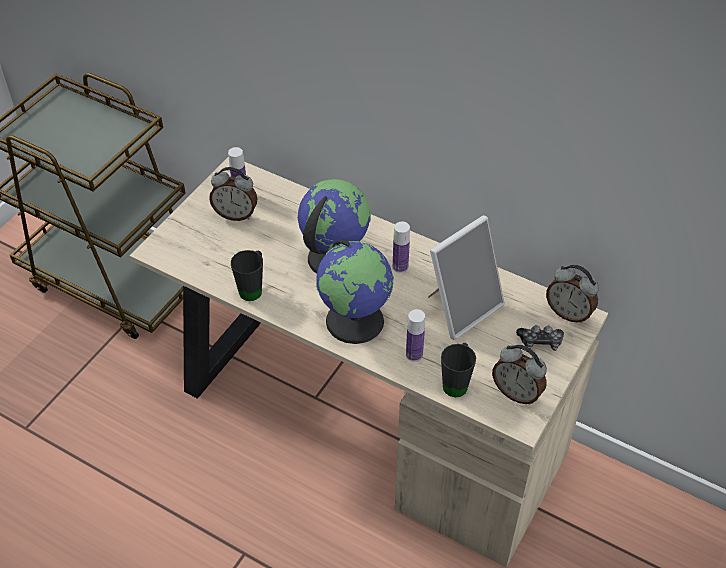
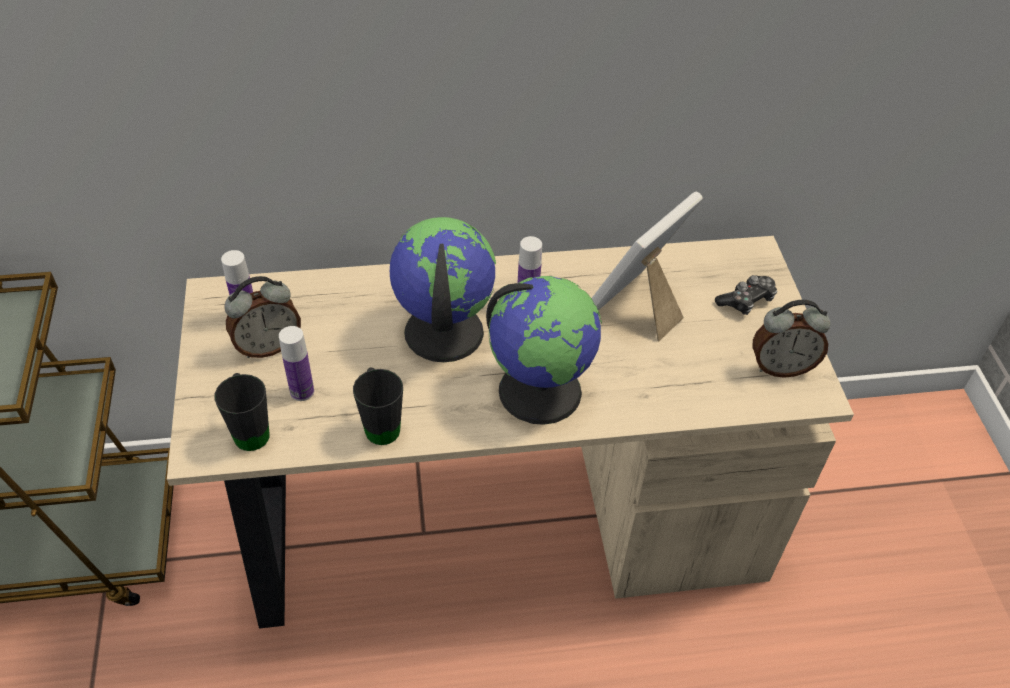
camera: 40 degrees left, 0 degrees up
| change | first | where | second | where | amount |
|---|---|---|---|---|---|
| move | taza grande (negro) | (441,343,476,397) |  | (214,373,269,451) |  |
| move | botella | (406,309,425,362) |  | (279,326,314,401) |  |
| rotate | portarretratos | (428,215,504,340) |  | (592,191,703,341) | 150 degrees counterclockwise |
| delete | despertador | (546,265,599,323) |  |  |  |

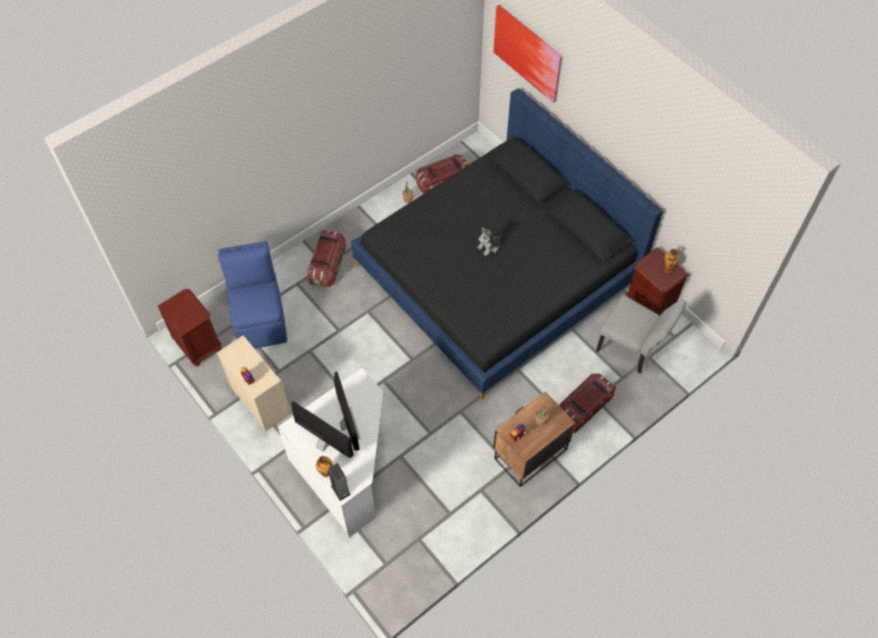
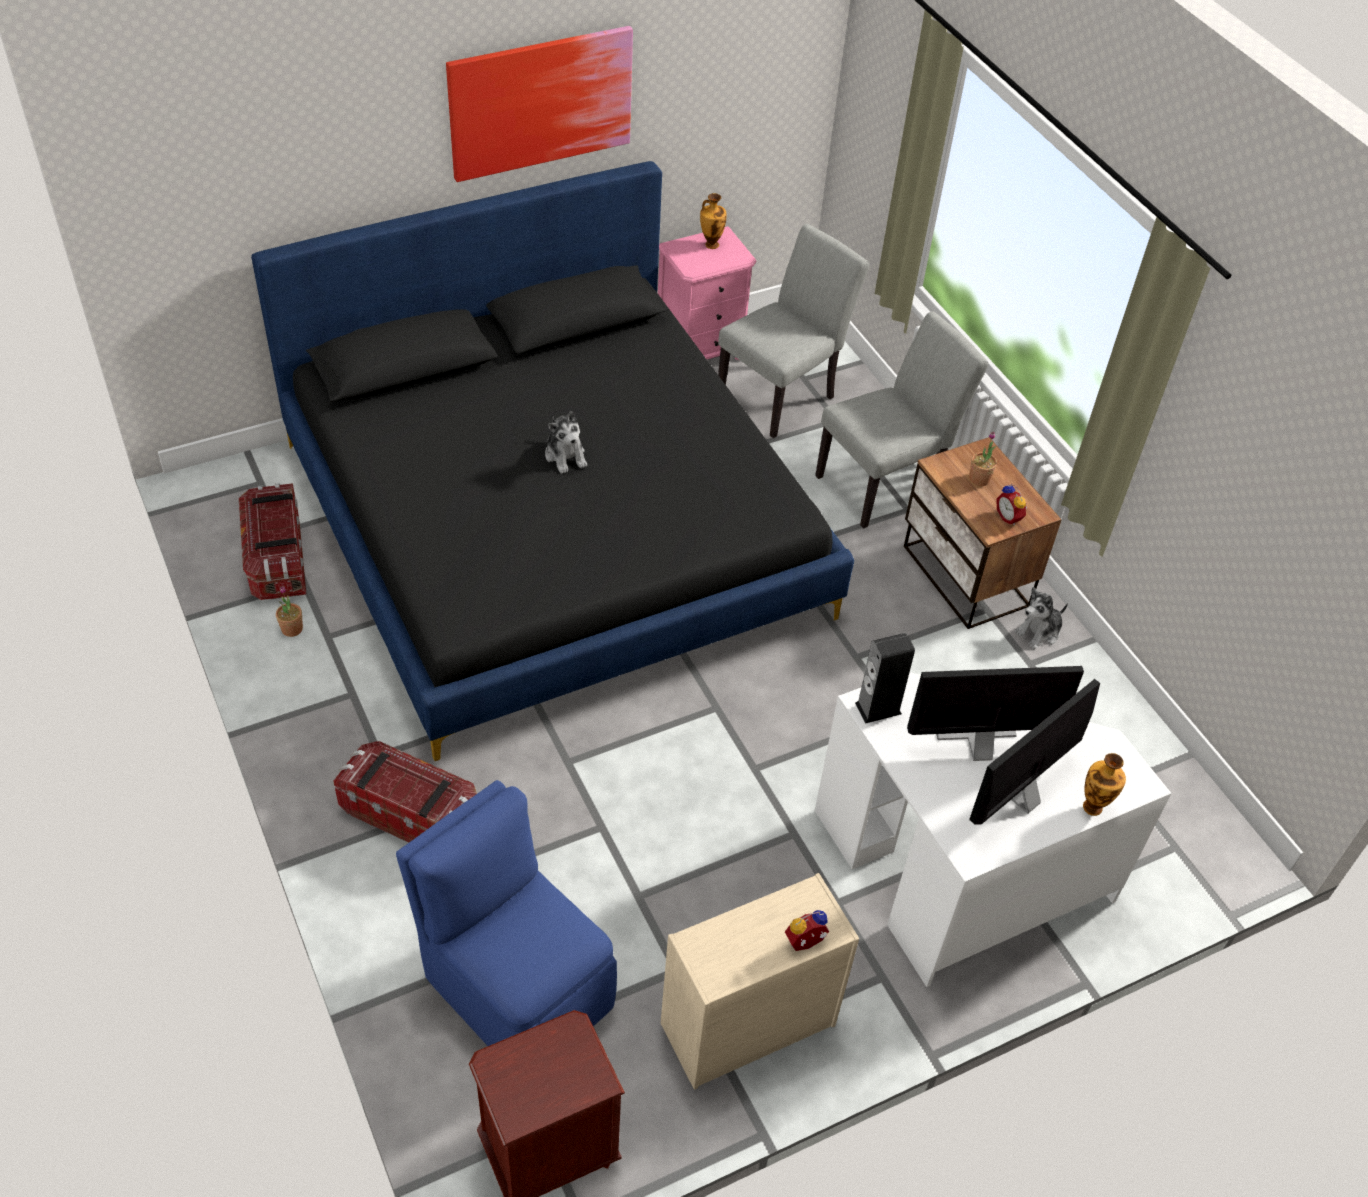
camera: 80 degrees left, 10 degrees down
| change | first | where | second | where | amount |
|---|---|---|---|---|---|
| rotate | silla (azul) | (218,241,287,349) |  | (396,780,617,1046) | 45 degrees clockwise |
| move | cuadro | (494,5,562,103) |  | (446,26,633,182) |  |
| recolor | mesita de noche (marrón) | (625,247,689,316) | mesita de noche (rosa) | (658,226,757,360) |  |
| replace | caja de almacenaje | (560,374,616,433) | silla (gris) | (815,311,988,529) |  |
| move | altavoz | (328,463,351,501) |  | (855,633,915,724) |  |
| insert |  |  | peluche | (1015,587,1068,649) |  |

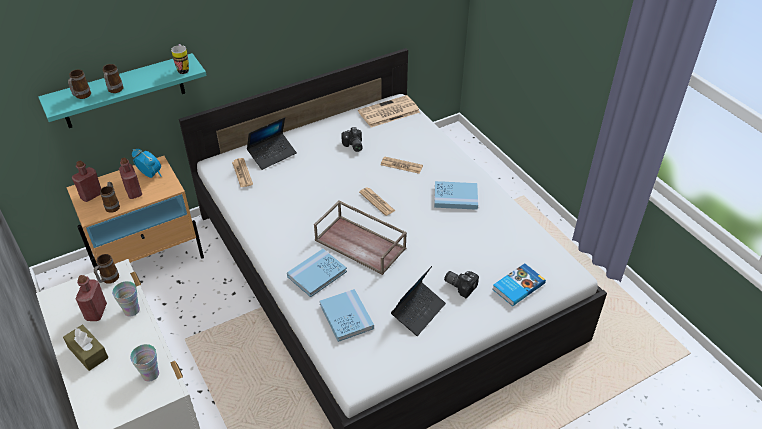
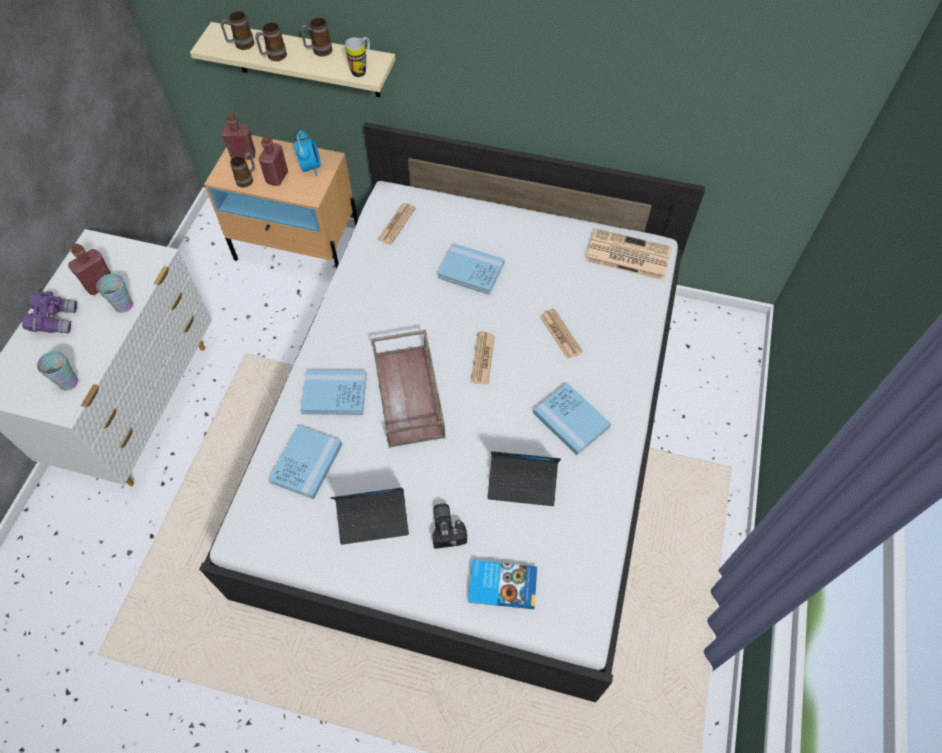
camera: 45 degrees right, 15 degrees up
| change | first | where | second | where | amount |
|---|---|---|---|---|---|
| replace | caja de pañuelos (marrón) | (63,325,109,371) | prismáticos (morado) | (22,291,77,333) |  |
| recolor | estante (turquesa) | (38,53,207,128) | estante (beis) | (190,22,396,97) |  |
| move | taza grande | (94,254,119,284) |  | (301,17,333,57) |  |
| insert |  |  | libro (azul) | (437,243,505,295) |  |
| move | portátil | (247,117,297,170) |  | (488,451,561,506) |  |
| delete | cámara | (341,127,363,152) |  |  |  |

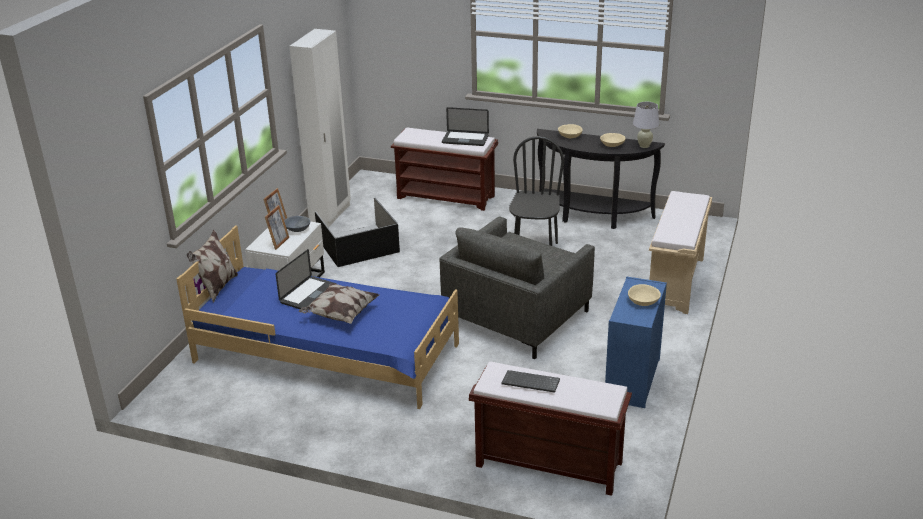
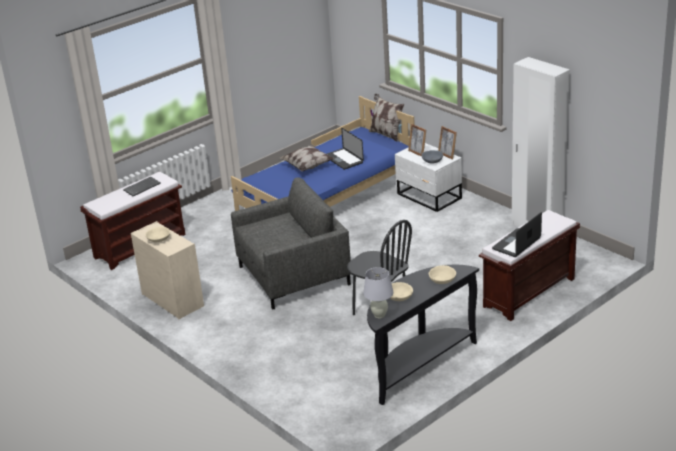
camera: 120 degrees right, 0 degrees up
| change | first | where | second | where | amount |
|---|---|---|---|---|---|
| recolor | cómoda (azul) | (605,277,667,408) | cómoda (beis) | (131,221,204,319) |  |
| rotate | sillón (gris) | (439,217,595,359) |  | (231,177,351,310) | 90 degrees clockwise |
| delete | caja de almacenaje (negro) | (315,198,400,267) |  |  |  |
| delete | banco (beis) | (649,191,712,314) |  |  |  |

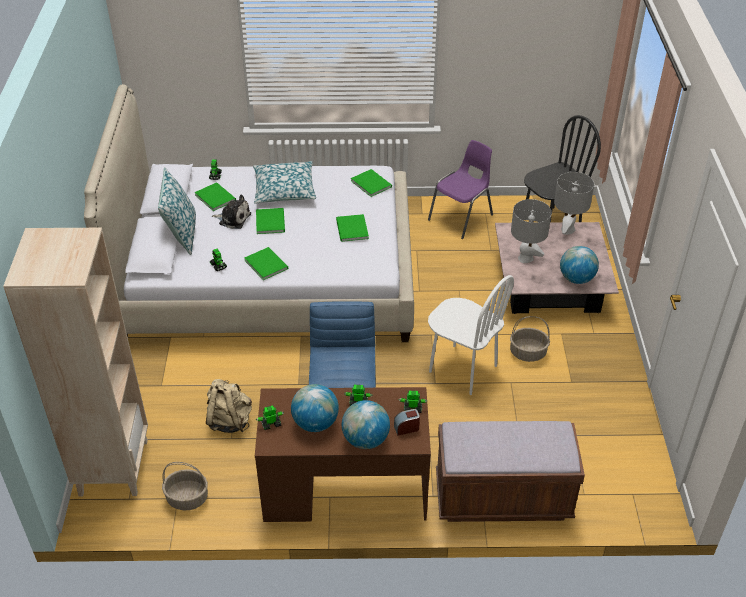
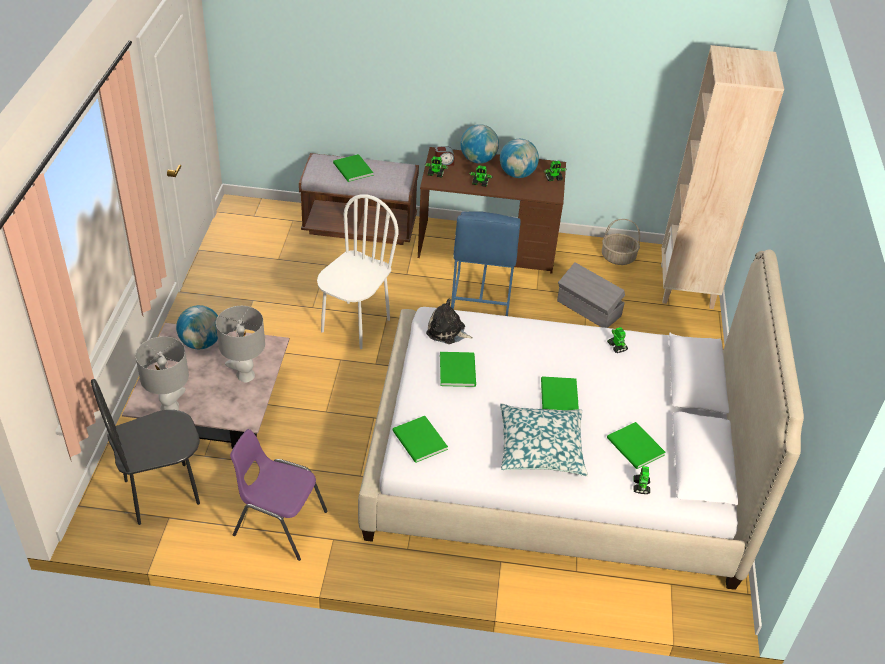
camera: 175 degrees left, 0 degrees up
| change | first | where | second | where | amount |
|---|---|---|---|---|---|
| rotate | silla (morado) | (428,140,493,239) |  | (230,429,328,561) | 60 degrees clockwise |
| rotate | silla (blanco) | (428,275,514,395) |  | (317,194,398,349) | 75 degrees clockwise |
| move | libro (verde) | (244,247,288,280) |  | (333,154,374,182) |  |
| move | peluche | (212,194,251,229) |  | (426,299,473,344) |  |
| replace | mochila (beis) | (206,379,252,433) | caja de almacenaje (gris) | (557,262,625,328) |  |
| delete | cojín | (158,167,196,255) |  |  |  |
| delete | cesta | (510,316,550,362) |  |  |  |

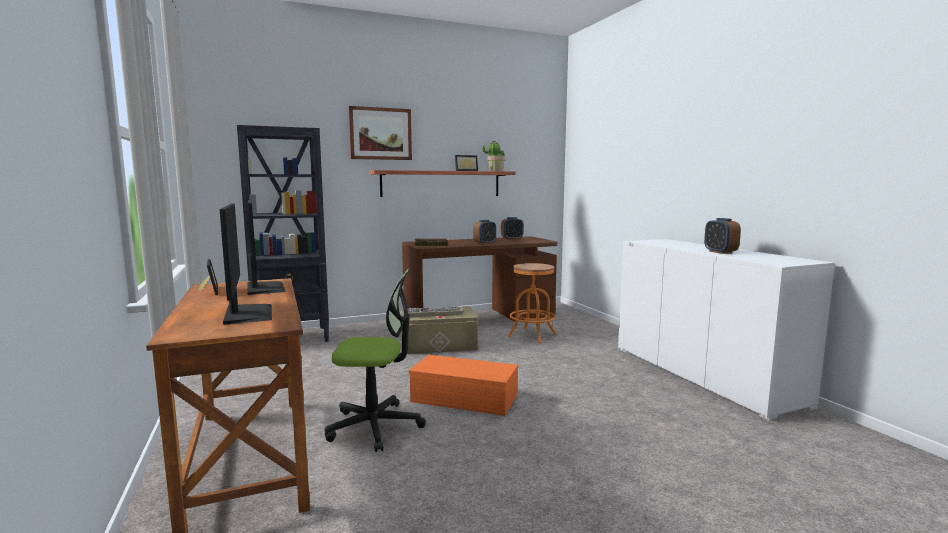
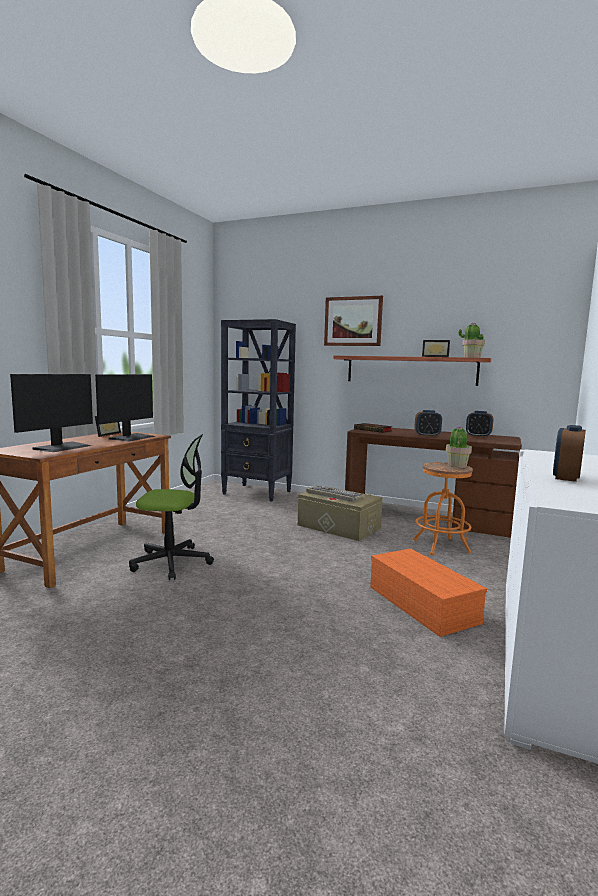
camera: 45 degrees right, 0 degrees up
| change | first | where | second | where | amount |
|---|---|---|---|---|---|
| rotate | silla de oficina | (324,269,426,452) |  | (129,434,214,580) | 45 degrees counterclockwise |
| move | caja de almacenaje (naranja) | (409,355,518,416) |  | (370,548,487,637) |  |
| insert |  |  | planta en maceta | (446,426,472,468) |  |

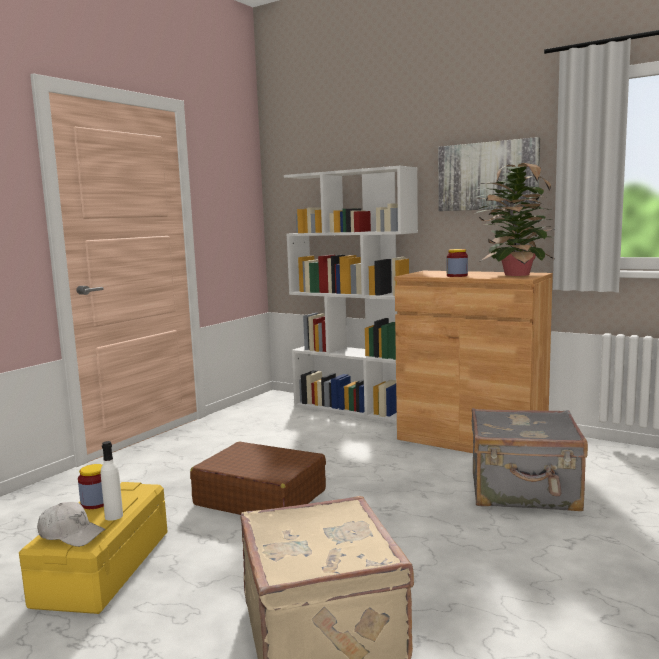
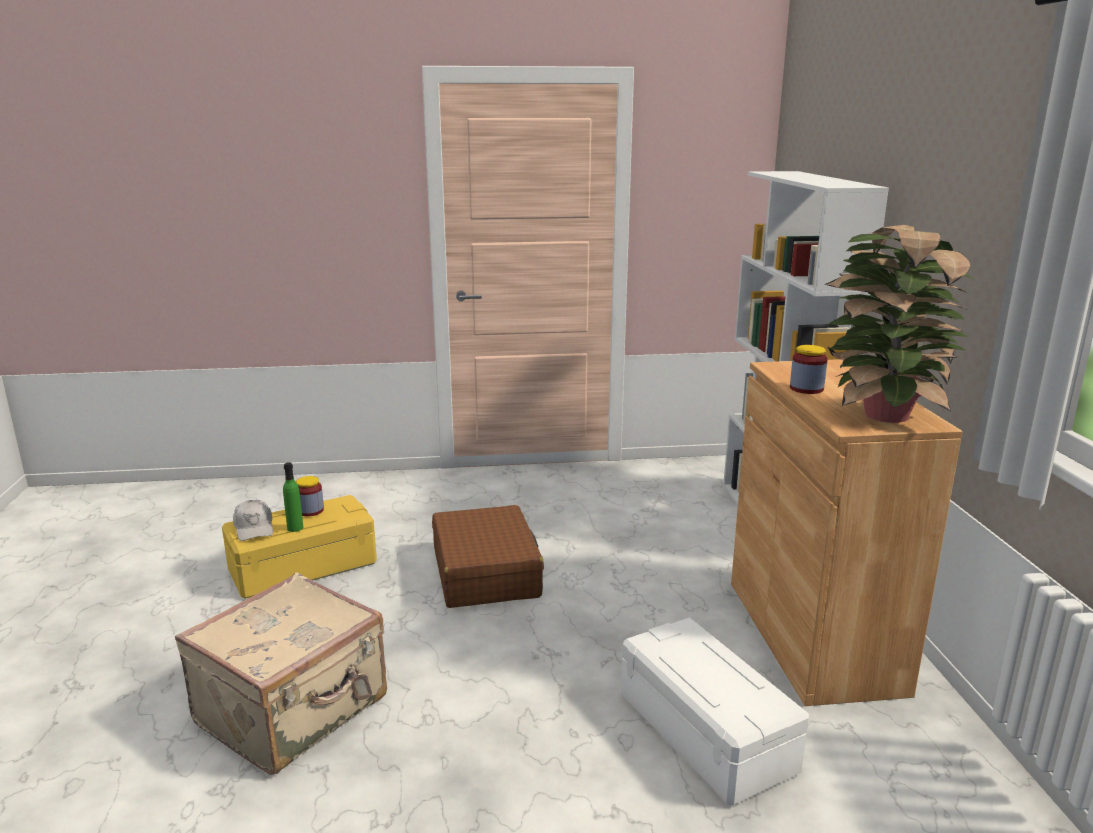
camera: 50 degrees right, 10 degrees up
| change | first | where | second | where | amount |
|---|---|---|---|---|---|
| recolor | botella (blanco) | (101,441,123,521) | botella (verde) | (283,462,303,532) |  |
| replace | maleta (gris) | (472,408,588,511) | caja de almacenaje (blanco) | (621,617,809,805) |  |
| delete | cuadro | (438,137,540,211) |  |  |  |

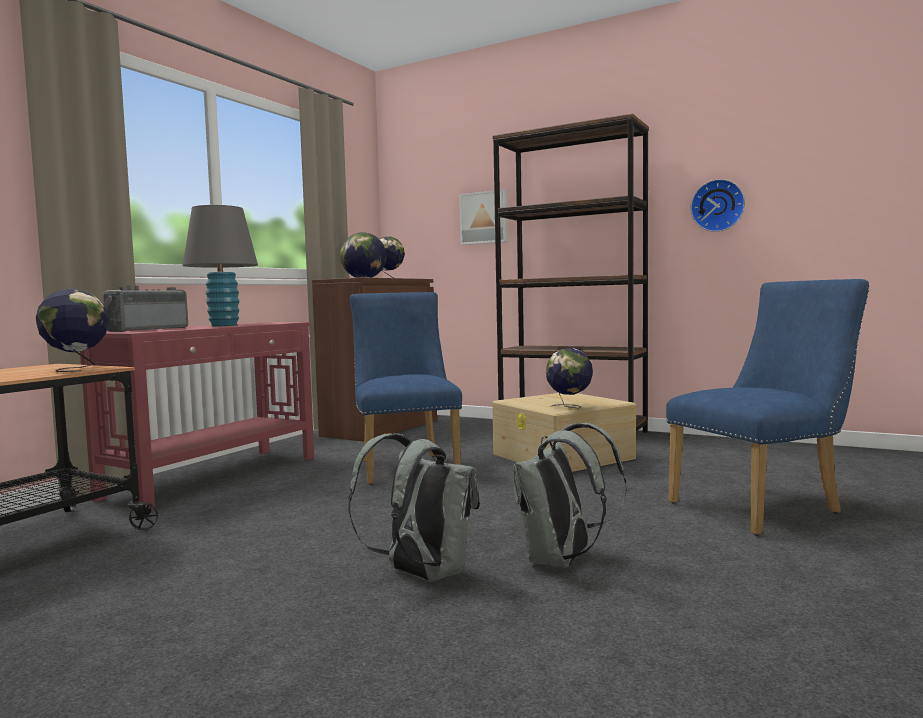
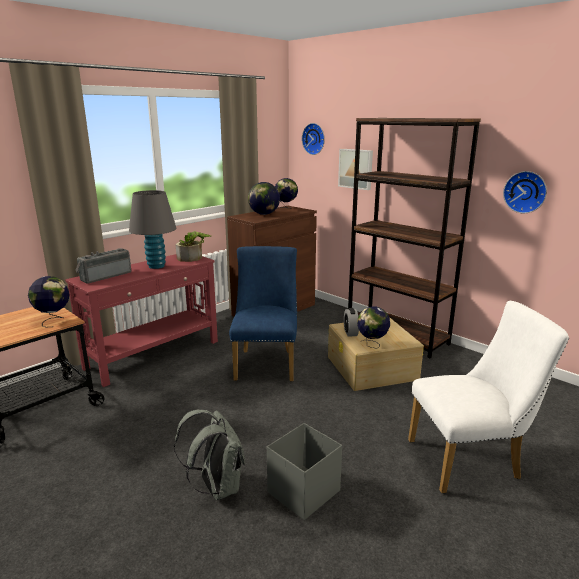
camera: 15 degrees right, 15 degrees up
| change | first | where | second | where | amount |
|---|---|---|---|---|---|
| insert |  |  | planta en maceta | (175,231,211,262) |  |
| replace | mochila (gris) | (513,423,627,568) | caja de almacenaje (gris) | (267,423,342,520) |  |
| insert |  |  | reloj de pared | (302,123,325,155) |  |
| insert |  |  | despertador | (344,308,359,337) |  |
| recolor | silla (azul) | (666,279,870,536) | silla (blanco) | (408,301,569,493) |  |

